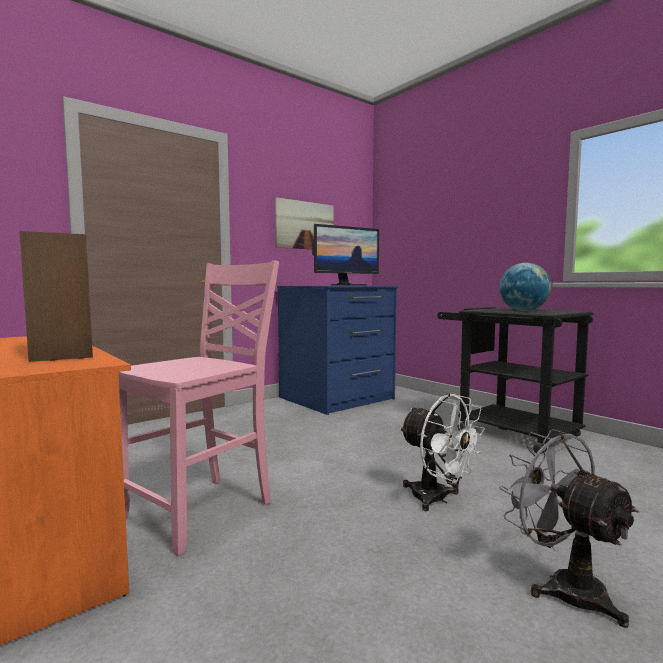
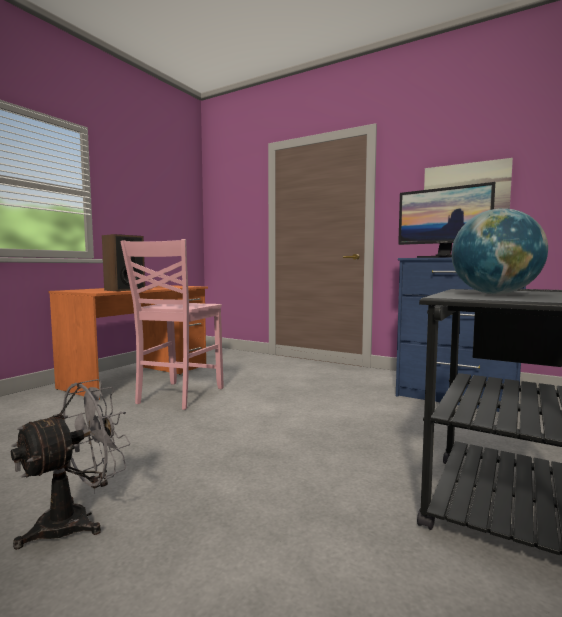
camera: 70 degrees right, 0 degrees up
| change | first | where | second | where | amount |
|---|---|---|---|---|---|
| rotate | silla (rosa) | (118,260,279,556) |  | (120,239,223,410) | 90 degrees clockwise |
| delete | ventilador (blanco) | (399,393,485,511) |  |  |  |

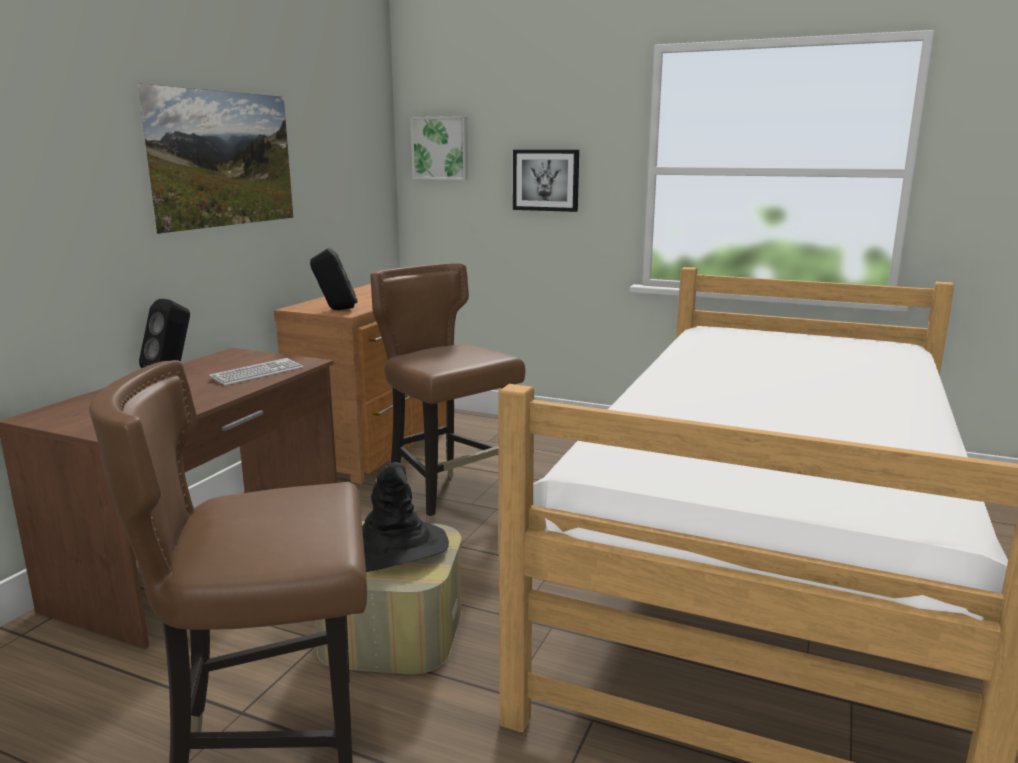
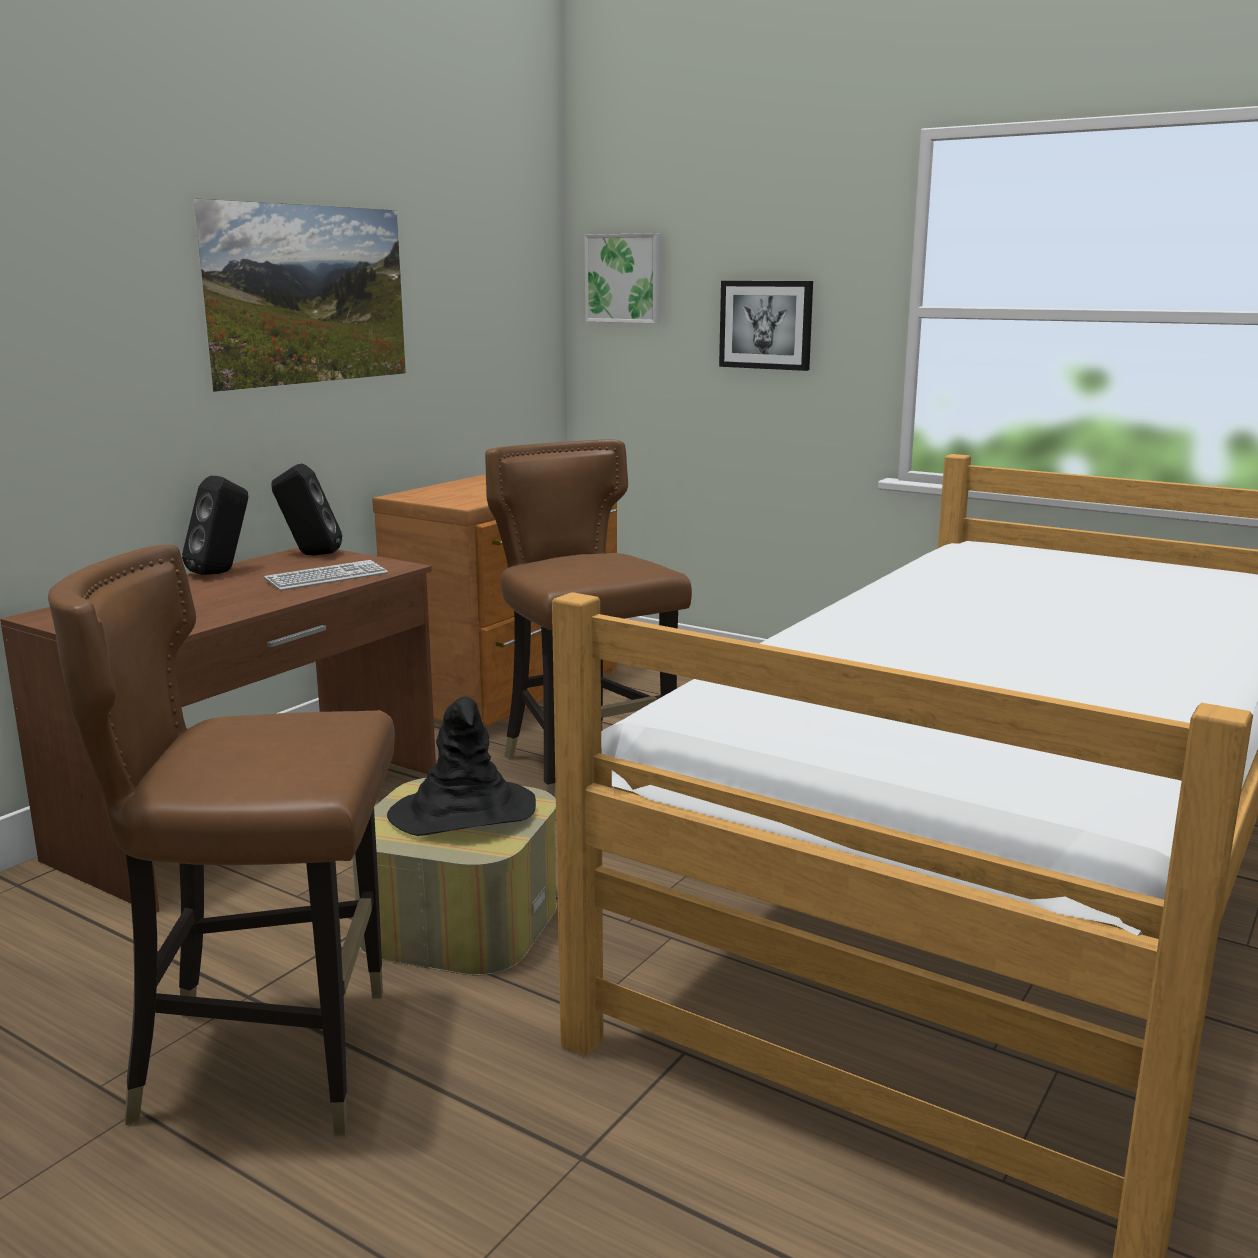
camera: 10 degrees right, 0 degrees up
| change | first | where | second | where | amount |
|---|---|---|---|---|---|
| move | altavoz (negro) | (310,248,357,310) |  | (272,464,342,555) |  |

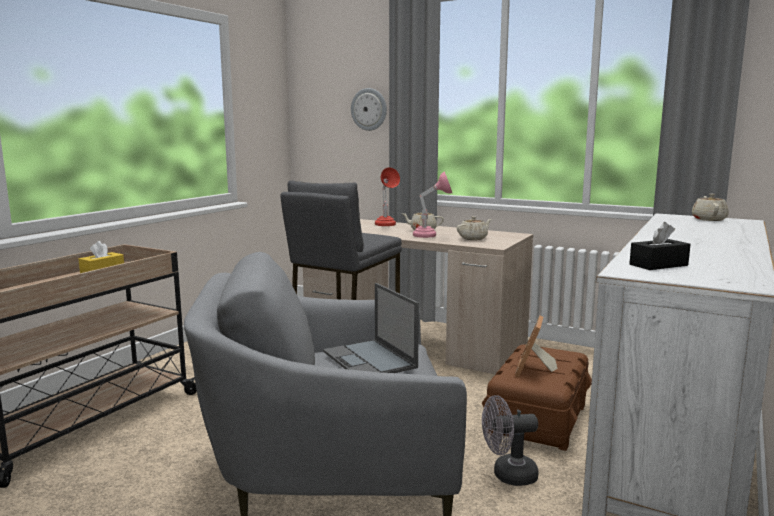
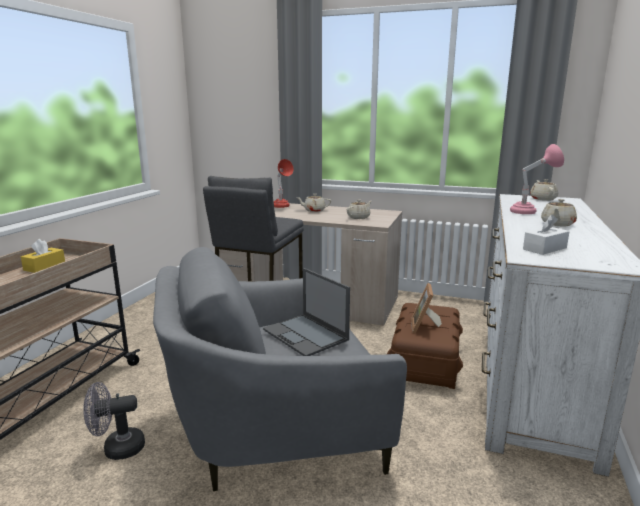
camera: 10 degrees left, 5 degrees up
| change | first | where | second | where | amount |
|---|---|---|---|---|---|
| move | ventilador (gris) | (482,395,539,486) |  | (83,382,145,460) |  |
| move | lámpara de mesa (rosa) | (413,172,452,238) |  | (510,144,564,214) |  |
| recolor | caja de pañuelos (negro) | (629,222,691,270) | caja de pañuelos (blanco) | (523,214,570,255) |  |
| insert |  |  | tetera (beis) | (541,199,577,226) |  |
| delete | reloj de pared | (351,88,387,131) |  |  |  |

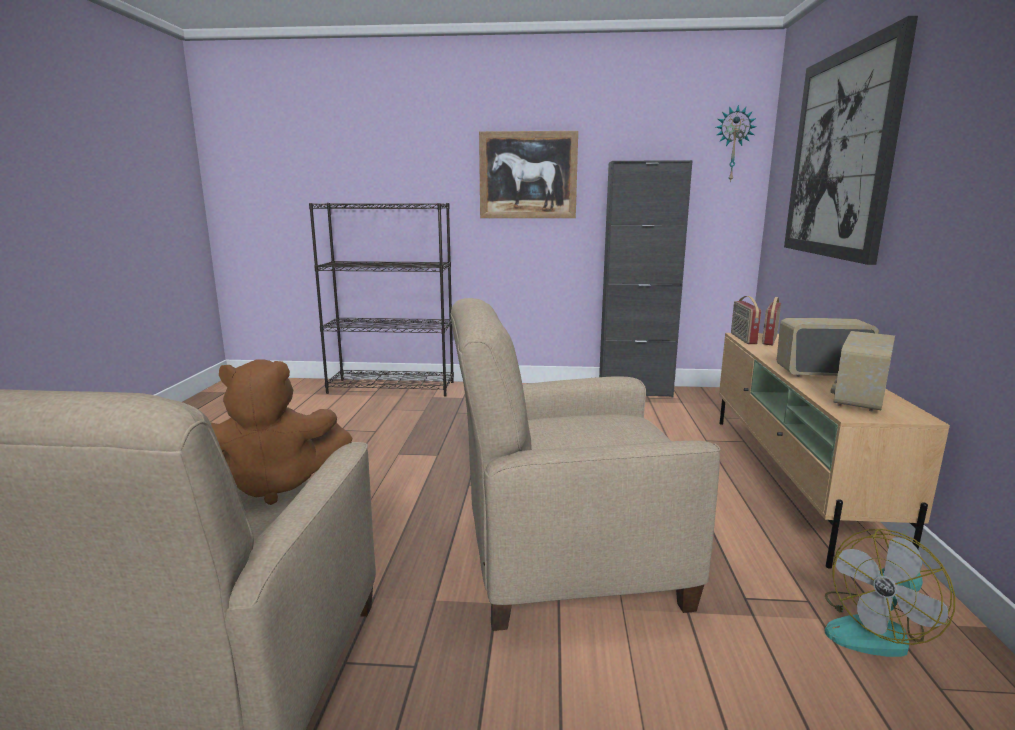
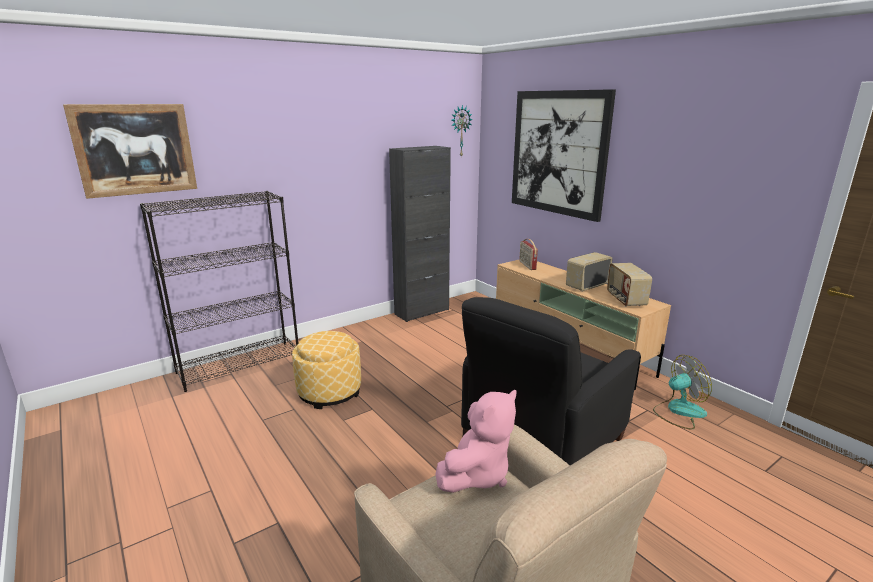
camera: 40 degrees left, 5 degrees up
| change | first | where | second | where | amount |
|---|---|---|---|---|---|
| move | cuadro | (479,131,578,218) |  | (63,104,197,199) |  |
| insert |  |  | puf | (292,331,361,409) |  |
| recolor | peluche (marrón) | (210,359,353,505) | peluche (rosa) | (436,390,516,493) |  |
| recolor | sillón (beis) | (451,298,721,631) | sillón (negro) | (461,297,640,465) |  |
| rotate | ventilador | (825,529,955,657) |  | (653,355,712,429) | 120 degrees counterclockwise |
| delete | radio | (731,296,761,344) |  |  |  |

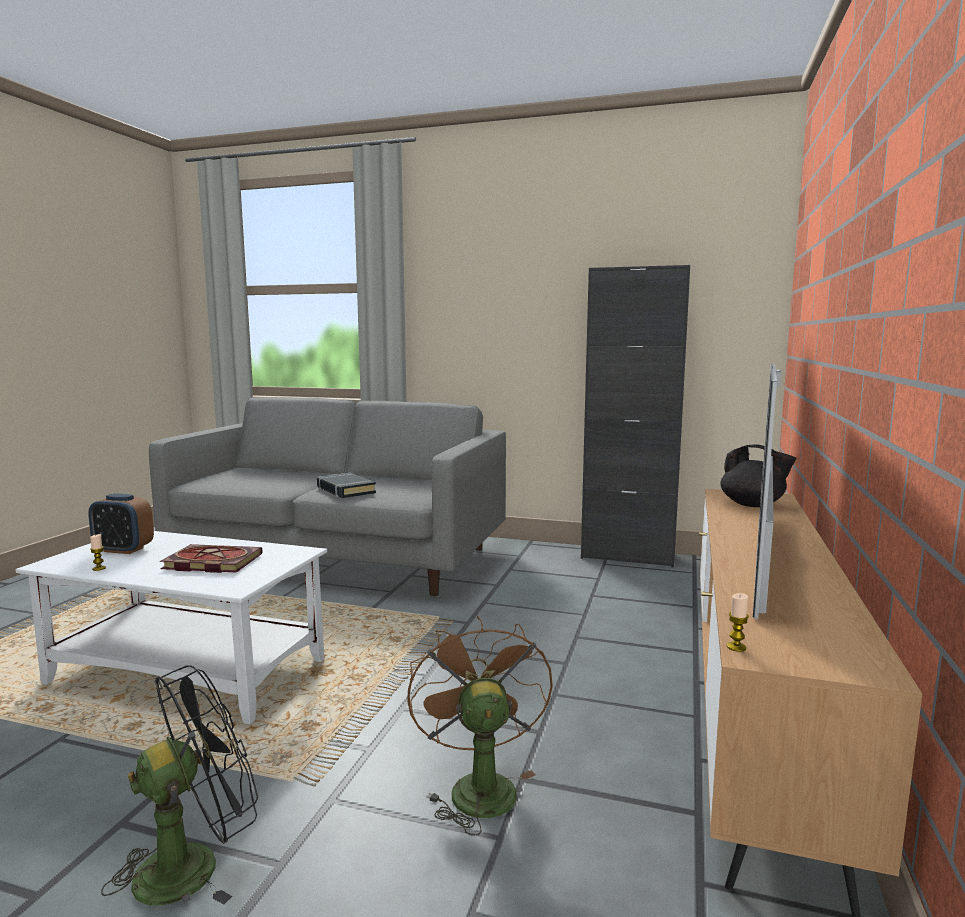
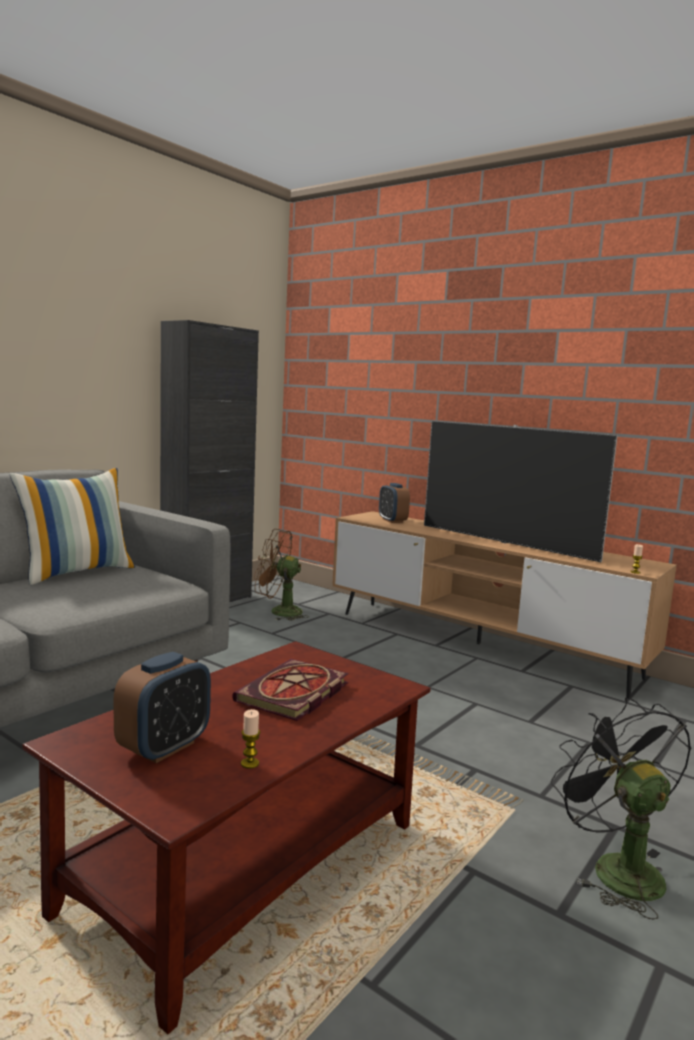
camera: 70 degrees left, 0 degrees up
| change | first | where | second | where | amount |
|---|---|---|---|---|---|
| insert |  |  | cojín | (9,468,135,585) |  |
| recolor | mesa de centro (blanco) | (15,531,327,724) | mesa de centro (marrón) | (22,641,430,1034) |  |
| move | ventilador (marrón) | (407,616,553,835) |  | (254,529,309,621) |  |
| replace | tetera (negro) | (720,445,797,507) | despertador | (379,483,410,523) |  |
| delete | libro (negro) | (317,473,376,498) |  |  |  |

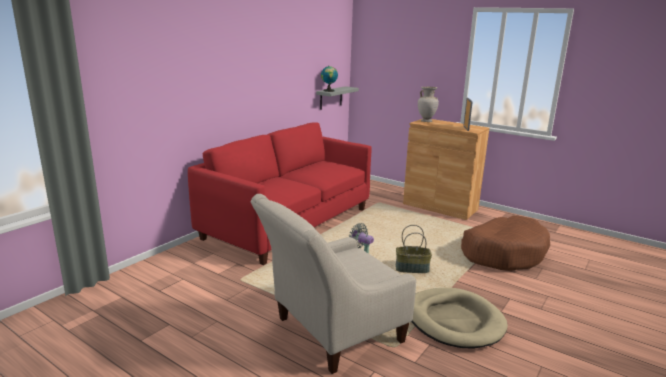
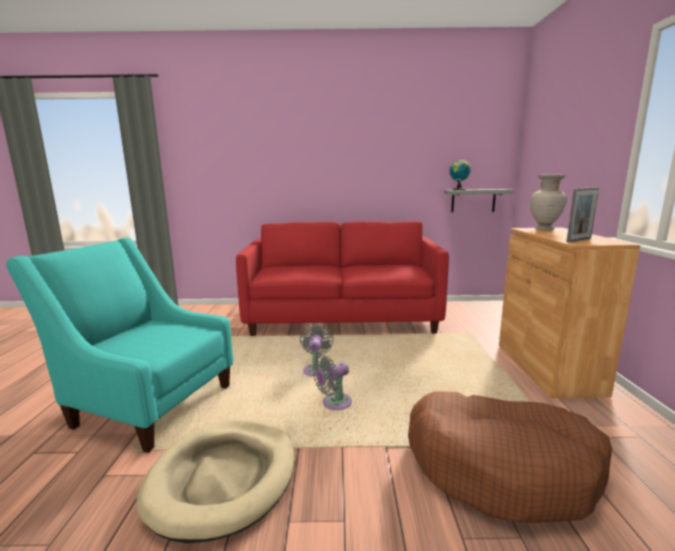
camera: 55 degrees right, 5 degrees down
| change | first | where | second | where | amount |
|---|---|---|---|---|---|
| recolor | sillón (beis) | (251,194,416,374) | sillón (turquesa) | (6,237,233,453) |  |
| replace | cesta | (395,225,432,273) | ventilador (gris) | (312,355,352,410) |  |

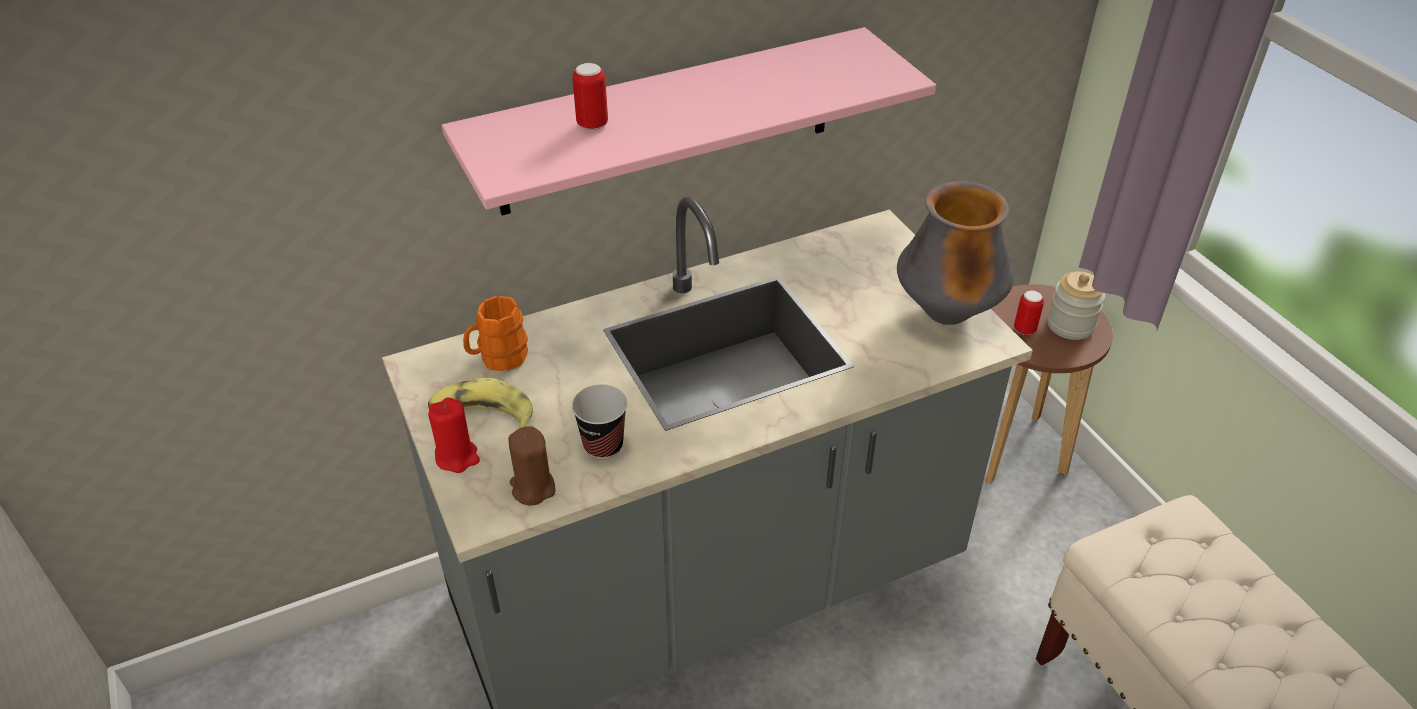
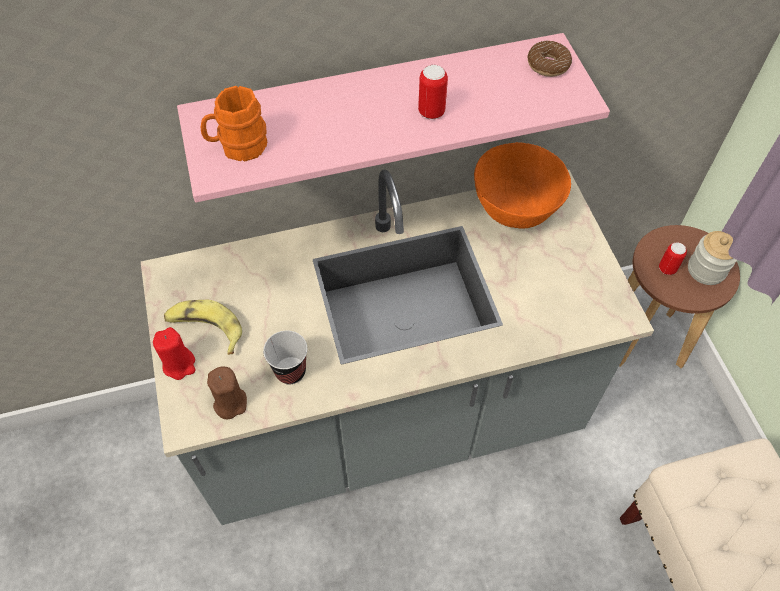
camera: 10 degrees right, 15 degrees up
| change | first | where | second | where | amount |
|---|---|---|---|---|---|
| move | taza grande (naranja) | (463,296,528,371) |  | (200,86,268,161) |  |
| move | lata | (572,63,608,130) |  | (418,65,448,120) |  |
| insert |  |  | cuenco (naranja) | (474,142,571,229) |  |
| insert |  |  | rosquilla | (527,41,572,77) |  |
| delete | florero | (897,181,1014,325) |  |  |  |

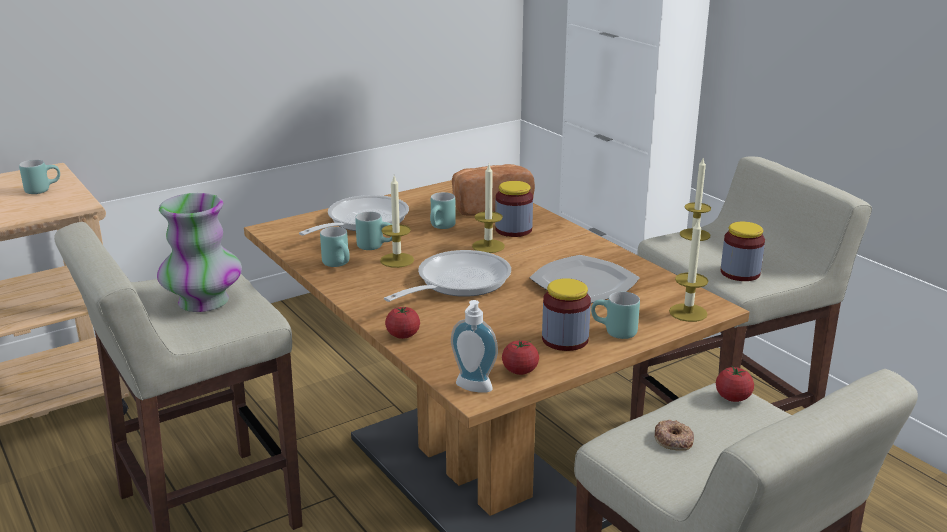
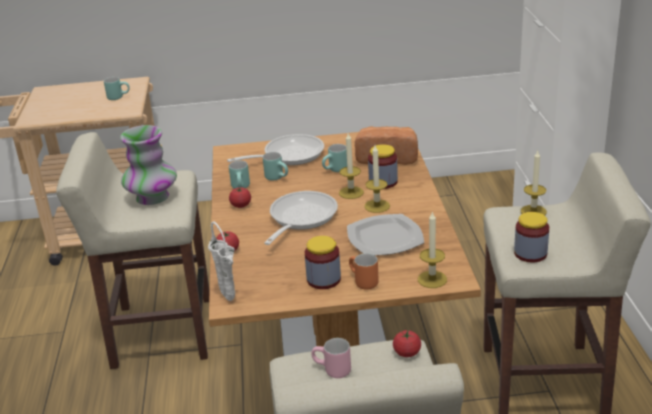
camera: 30 degrees right, 5 degrees up
| change | first | where | second | where | amount |
|---|---|---|---|---|---|
| replace | dispensador de jabón | (451,300,498,393) | florero (blanco) | (208,221,235,301) |  |
| move | tomate | (502,340,539,375) |  | (229,187,251,208) |  |
| rotate | sartén | (384,250,511,302) |  | (264,191,338,245) | 45 degrees counterclockwise |
| replace | rosquilla | (654,419,694,451) | taza grande (rosa) | (311,338,351,378) |  |
| recolor | taza grande (turquesa) | (591,292,640,339) | taza grande (naranja) | (349,253,379,290) |  |
| move | vela | (380,176,414,268) |  | (364,145,390,213) |  |

